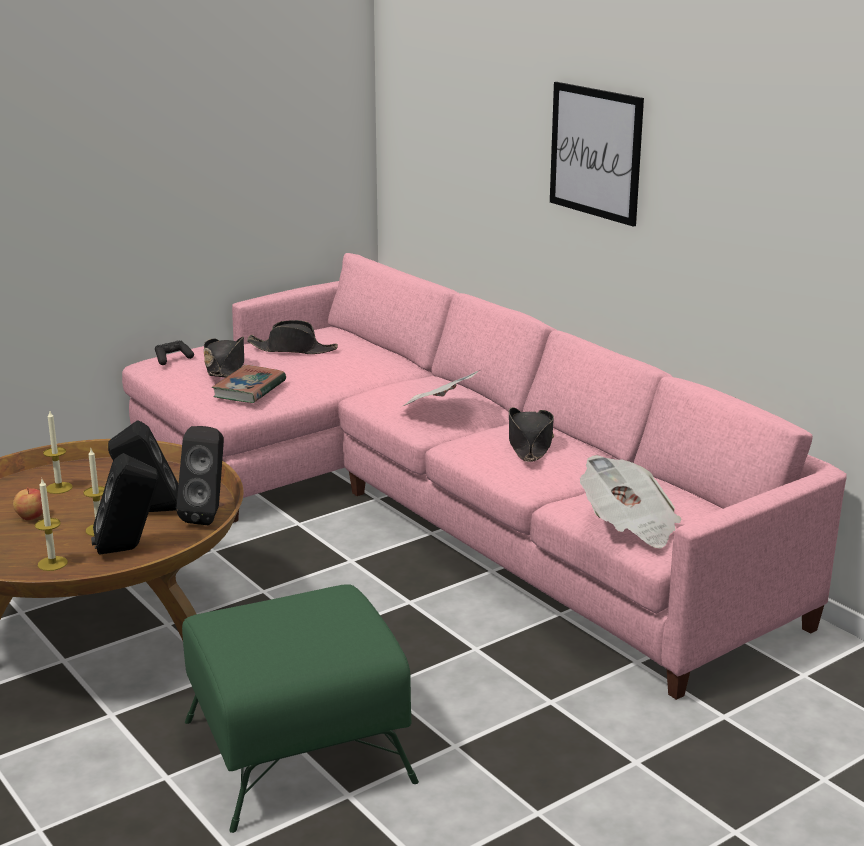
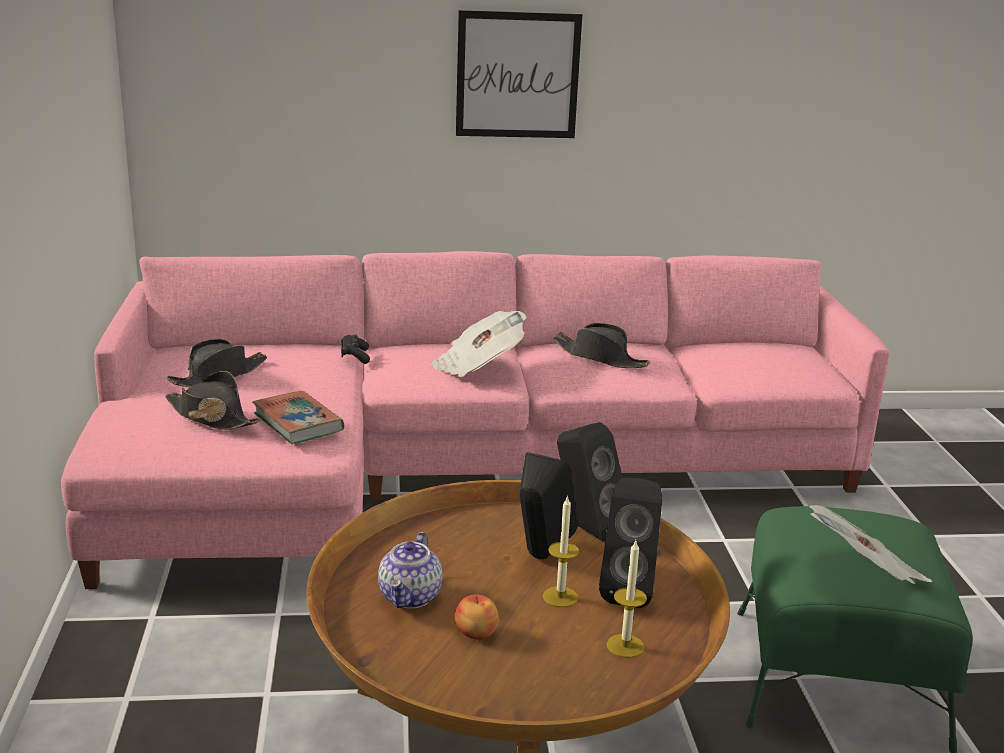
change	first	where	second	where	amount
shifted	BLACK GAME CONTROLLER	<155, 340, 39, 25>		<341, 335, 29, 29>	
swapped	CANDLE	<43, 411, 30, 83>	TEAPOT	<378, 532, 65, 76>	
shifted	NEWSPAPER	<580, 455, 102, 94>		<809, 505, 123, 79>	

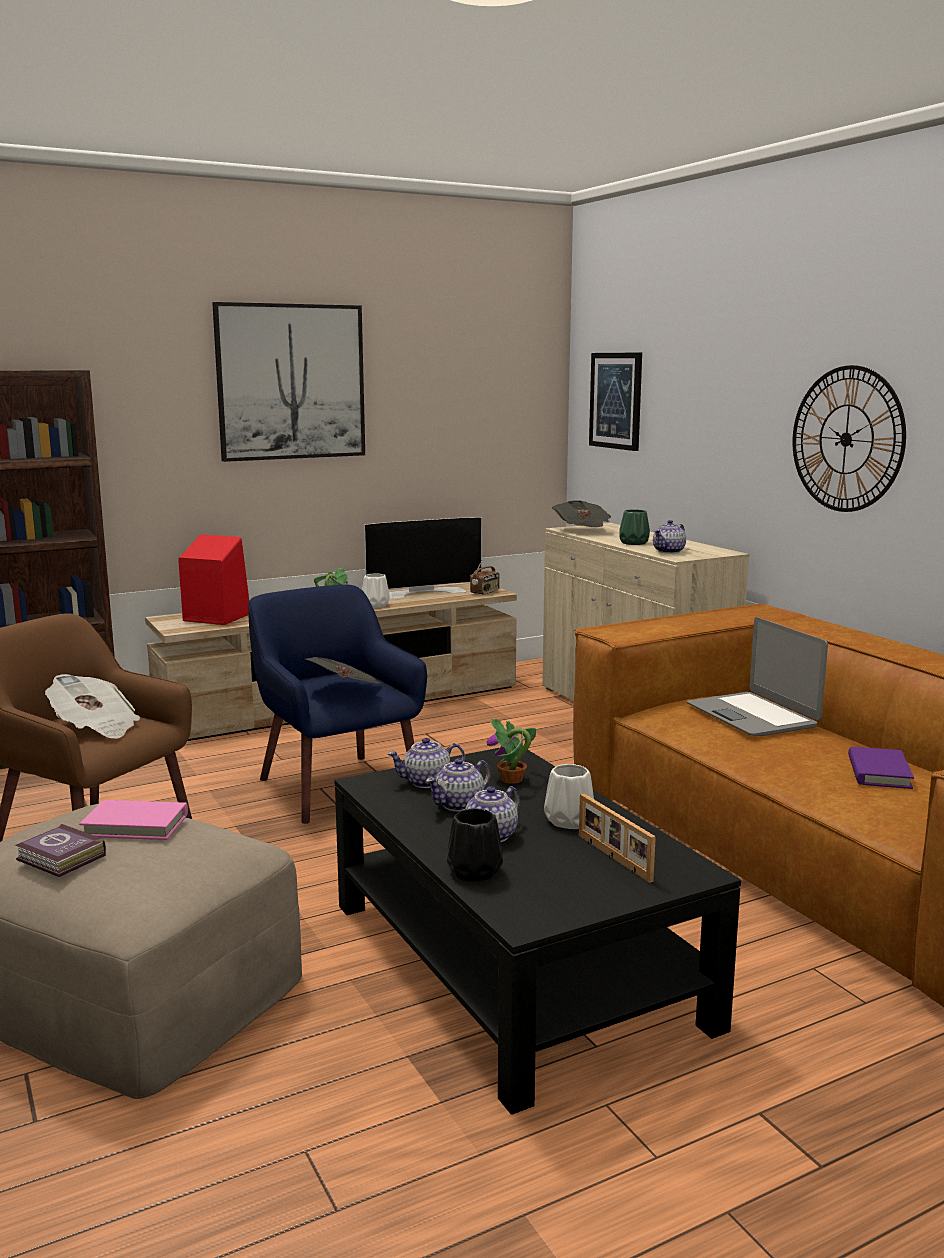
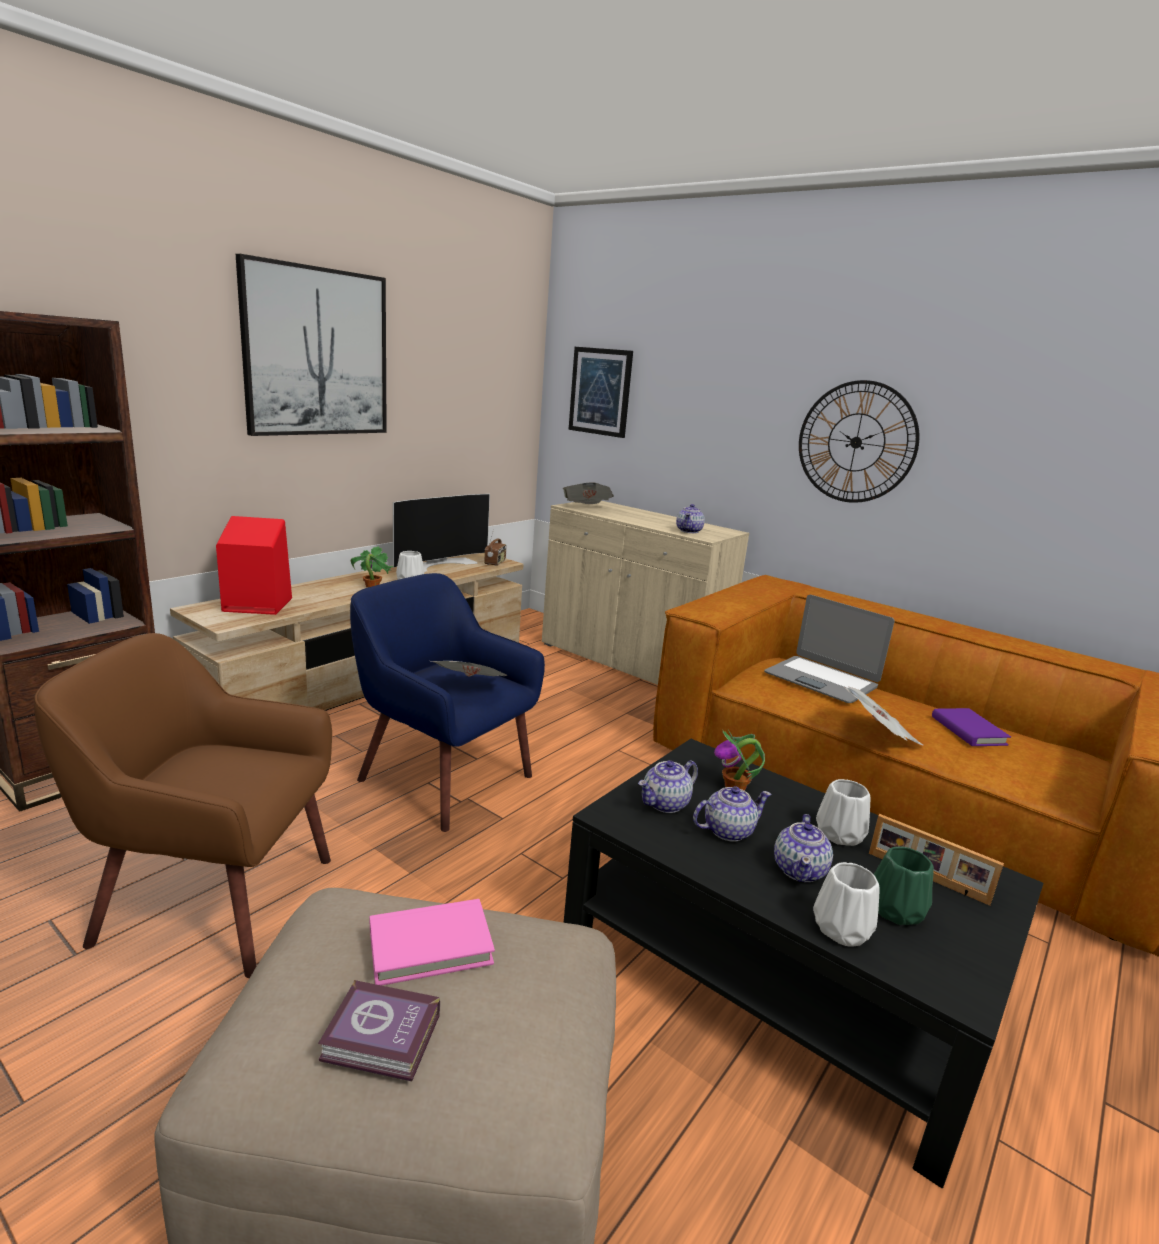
change	first	where	second	where	amount
shifted	GREEN VASE	<619, 509, 31, 36>		<874, 847, 60, 78>	
shifted	NEWSPAPER	<45, 674, 95, 65>		<844, 687, 79, 58>	
rotated	TEAPOT	<426, 758, 65, 54>		<693, 786, 79, 55>	135 degrees counterclockwise
repainted	BLACK VASE	<447, 808, 56, 74>	WHITE VASE	<813, 862, 67, 85>	

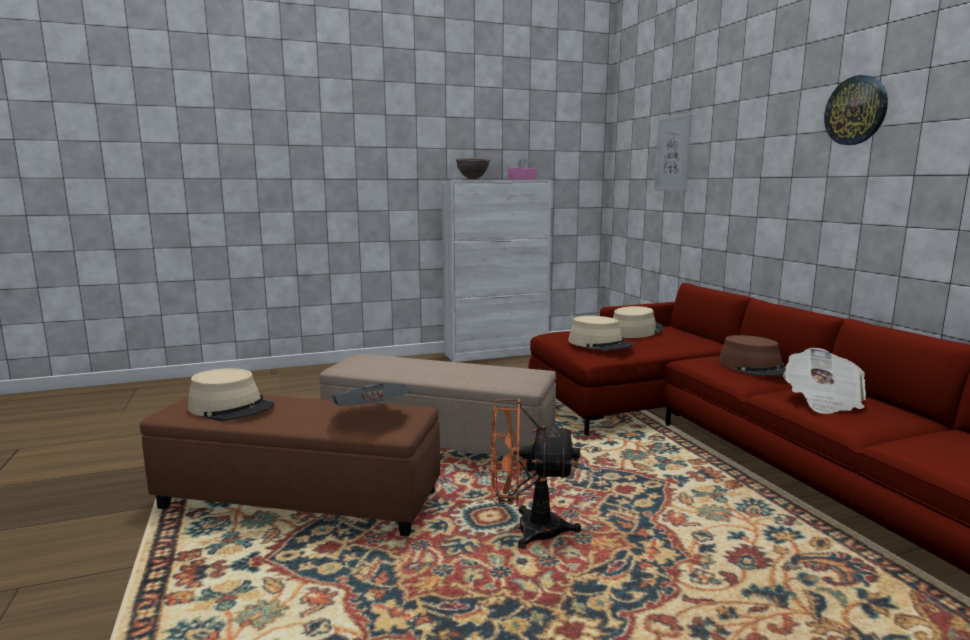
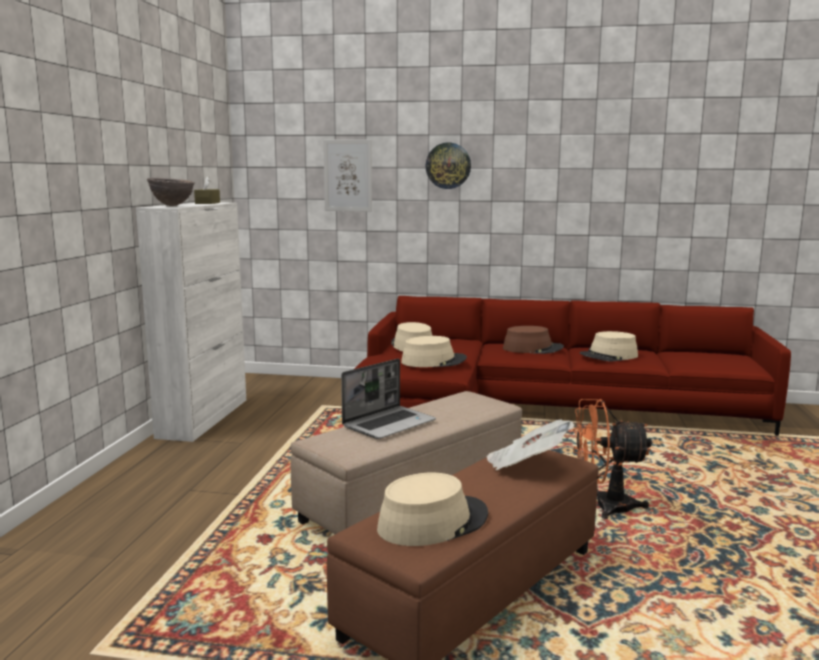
change	first	where	second	where	amount
shifted	WALL CLOCK	<824, 75, 64, 70>		<426, 142, 45, 47>	
repainted	PINK TISSUE BOX	<508, 157, 28, 23>	BROWN TISSUE BOX	<194, 176, 26, 28>	
swapped	NEWSPAPER	<783, 348, 83, 66>	BEIGE HAT	<580, 331, 58, 30>	
rotated	ORANGE FAN	<490, 399, 91, 150>		<573, 399, 79, 120>	60 degrees clockwise
new			LAPTOP	<341, 358, 95, 81>	

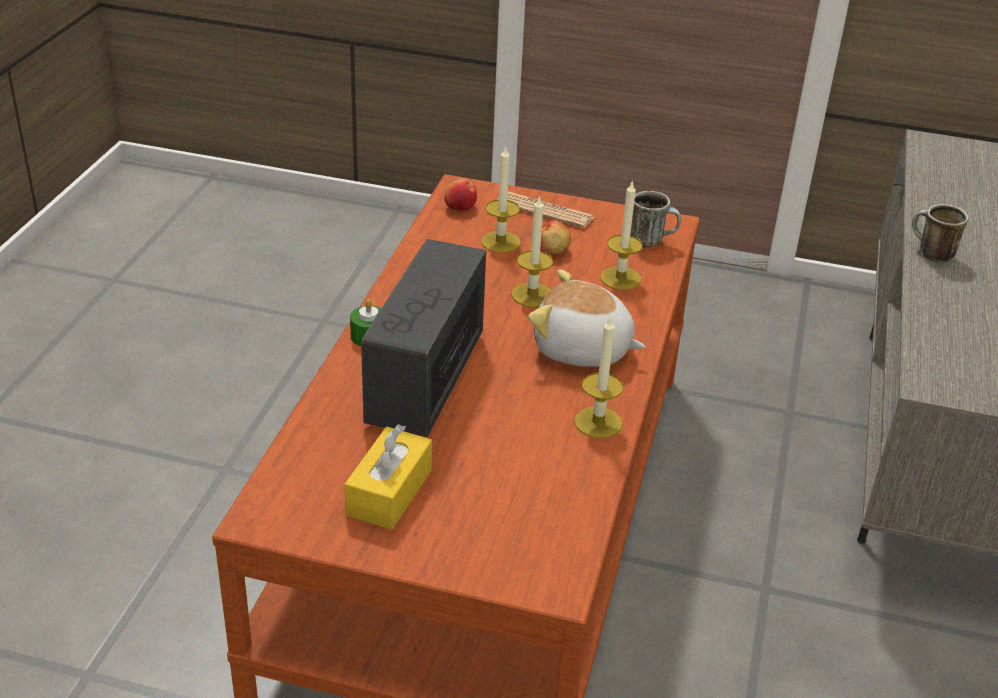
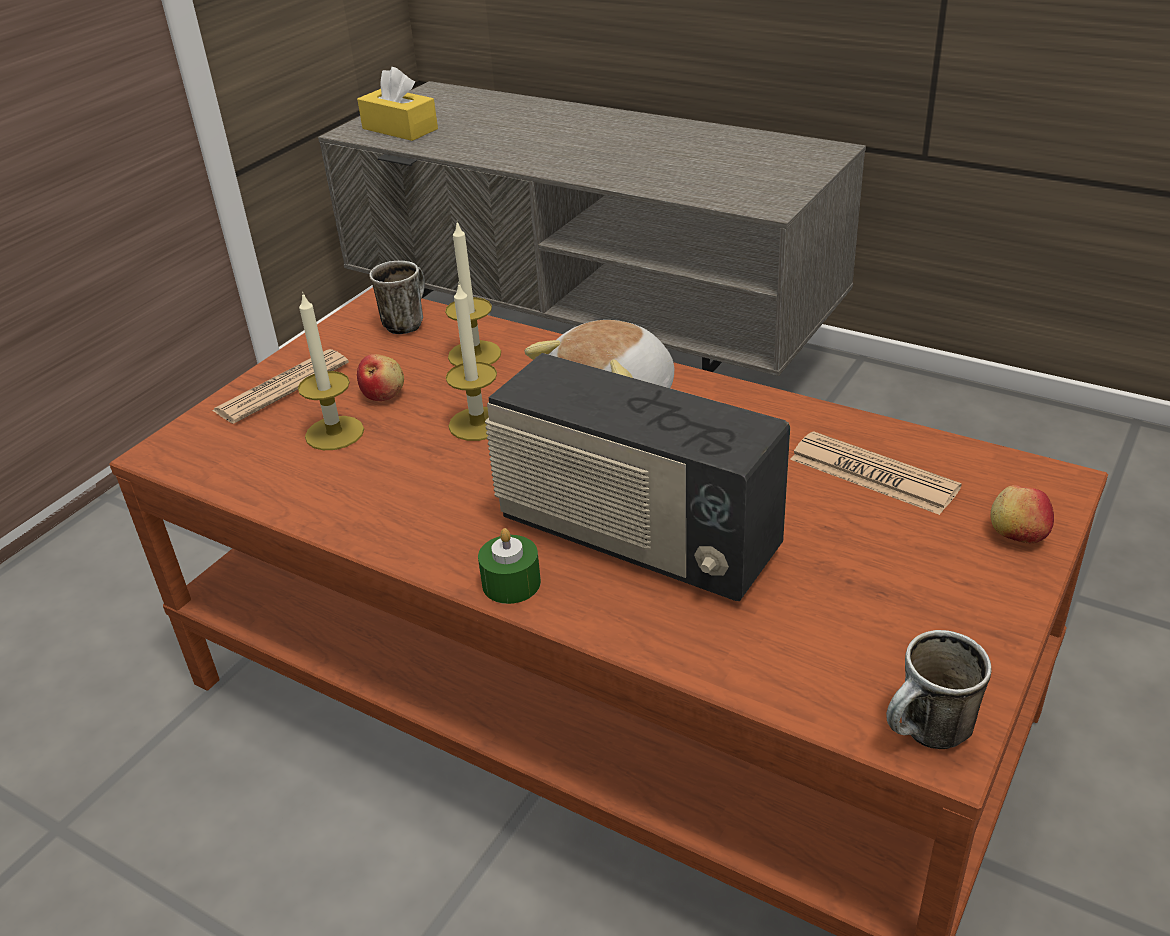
change	first	where	second	where	amount
shifted	APPLE	<444, 179, 33, 32>		<990, 485, 64, 58>	
shifted	MUG	<912, 204, 56, 59>		<886, 630, 106, 119>	
gone	CANDLE	<574, 316, 50, 122>			
shifted	YELLOW TISSUE BOX	<344, 424, 88, 106>		<357, 67, 81, 74>	
new			NEWSPAPER	<790, 431, 172, 84>	

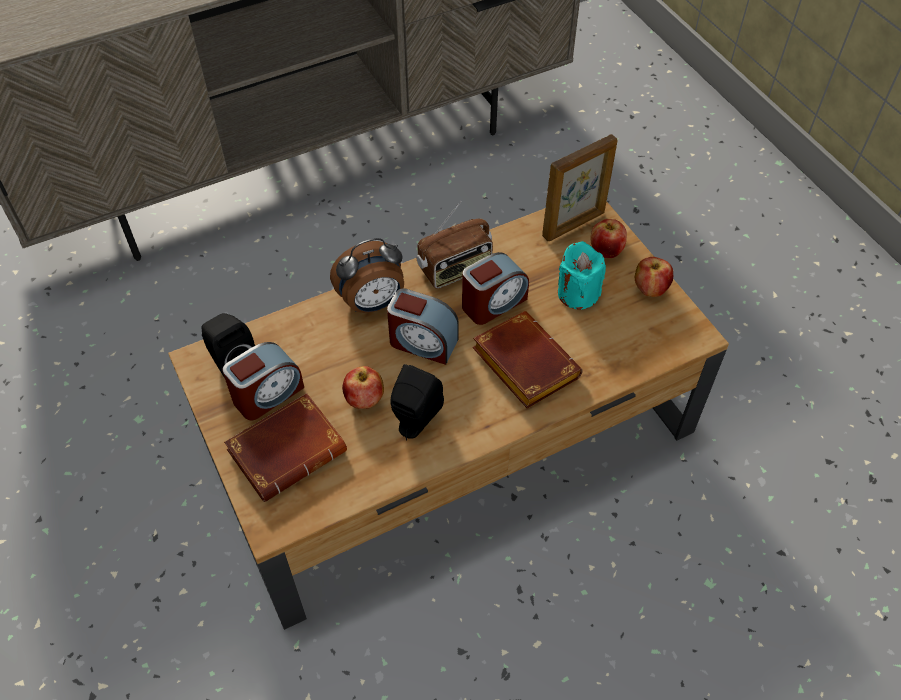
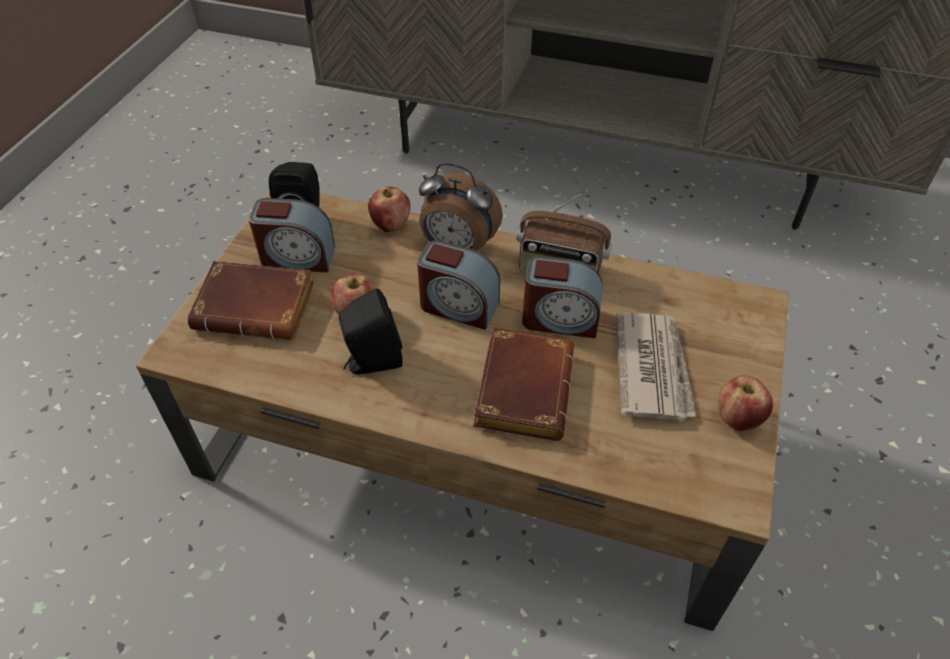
change	first	where	second	where	amount
gone	PICTURE FRAME	<542, 134, 76, 107>			
shifted	APPLE	<591, 219, 36, 39>		<368, 186, 43, 46>	
swapped	TURQUOISE CANDLE	<558, 241, 48, 69>	NEWSPAPER	<616, 313, 80, 108>	
rotated	ALARM CLOCK	<387, 288, 72, 77>		<417, 240, 83, 90>	45 degrees counterclockwise

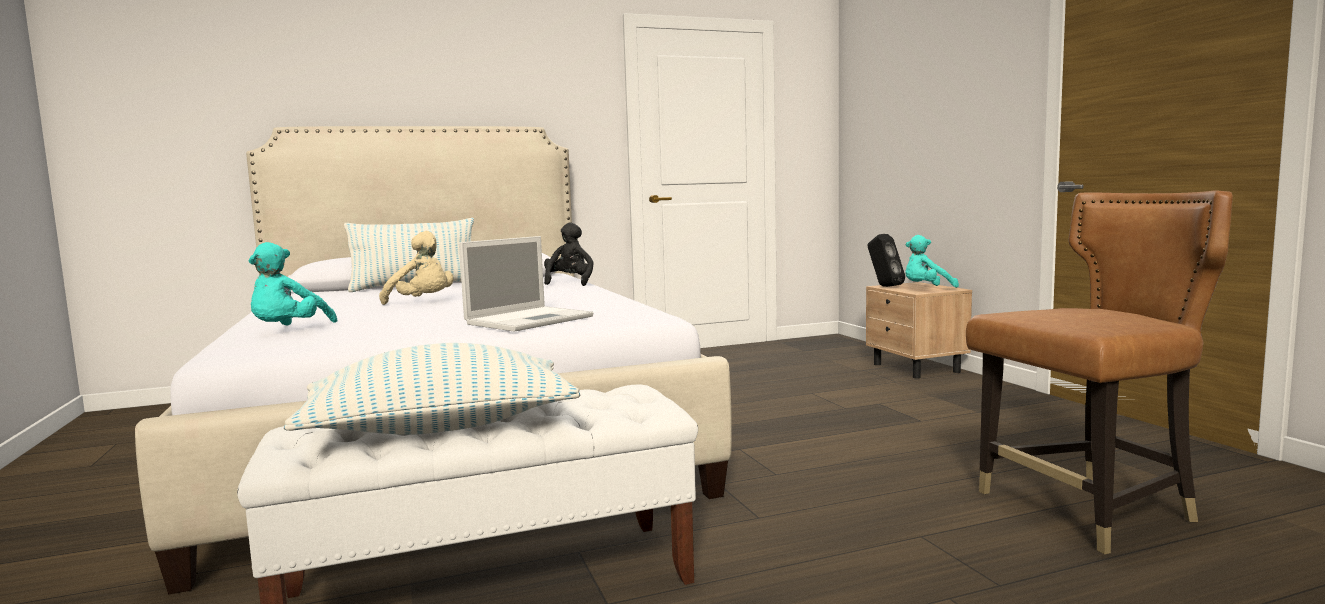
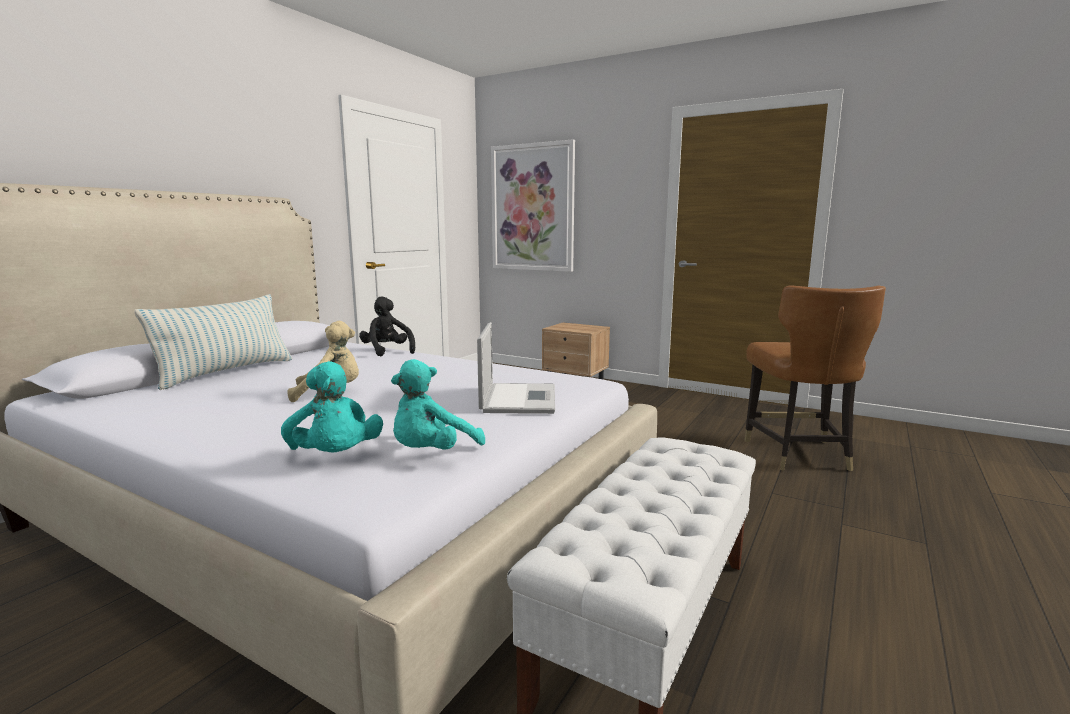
change	first	where	second	where	amount
rotated	BROWN CHAIR	<966, 190, 267, 364>		<744, 285, 142, 186>	150 degrees clockwise
gone	BLACK SPEAKER	<868, 234, 37, 53>			
shifted	TURQUOISE PLUSH TOY	<905, 235, 54, 53>		<391, 359, 94, 91>	
gone	PILLOW	<284, 343, 296, 92>			
new			PICTURE	<491, 139, 84, 133>	

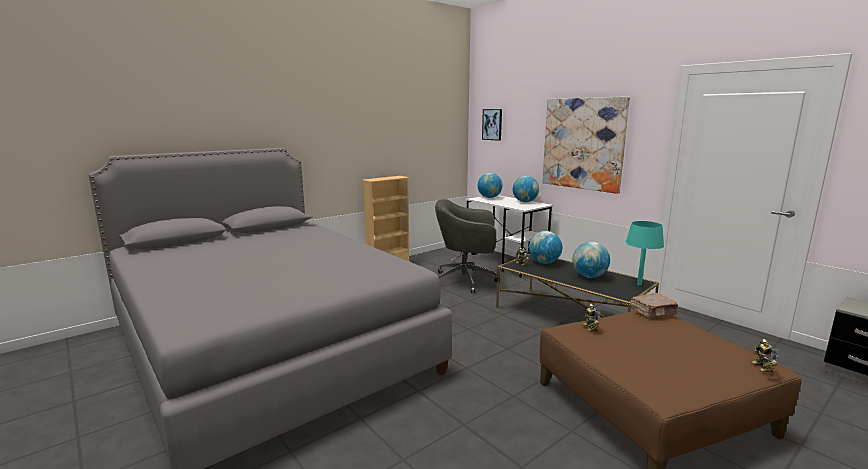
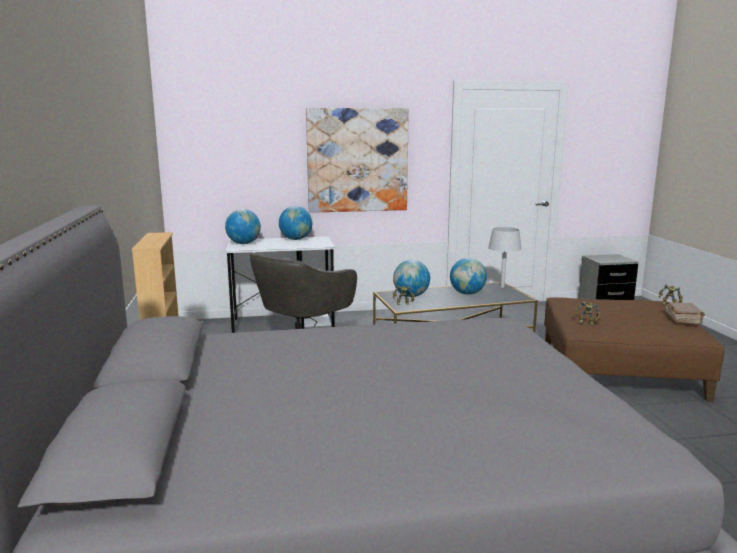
change	first	where	second	where	amount
gone	PICTURE	<482, 109, 20, 32>			
repainted	TURQUOISE TABLE LAMP	<626, 221, 38, 65>	GREY TABLE LAMP	<488, 227, 34, 61>	
shifted	BROWN BOOK	<631, 293, 47, 25>		<665, 302, 40, 23>	

